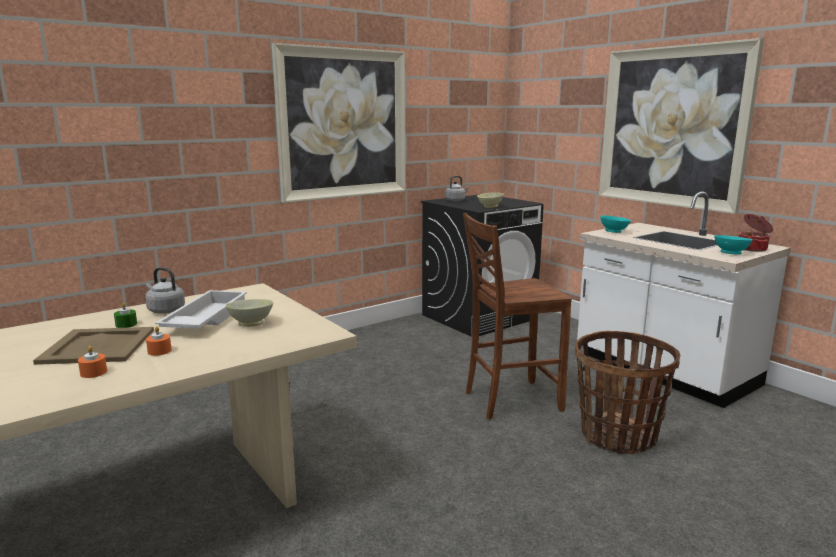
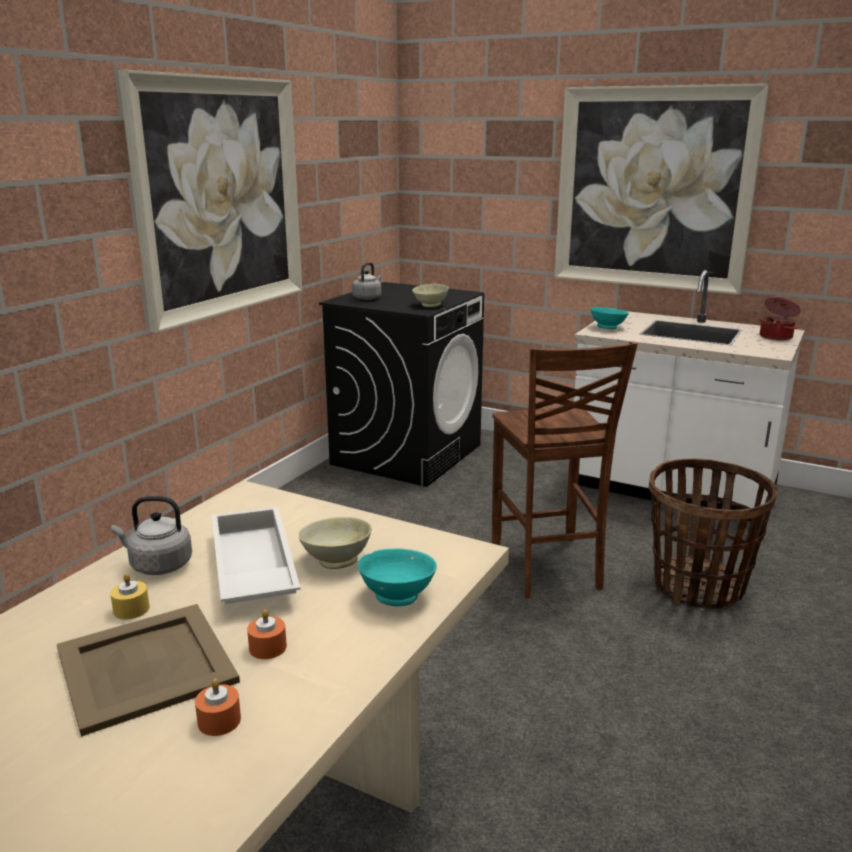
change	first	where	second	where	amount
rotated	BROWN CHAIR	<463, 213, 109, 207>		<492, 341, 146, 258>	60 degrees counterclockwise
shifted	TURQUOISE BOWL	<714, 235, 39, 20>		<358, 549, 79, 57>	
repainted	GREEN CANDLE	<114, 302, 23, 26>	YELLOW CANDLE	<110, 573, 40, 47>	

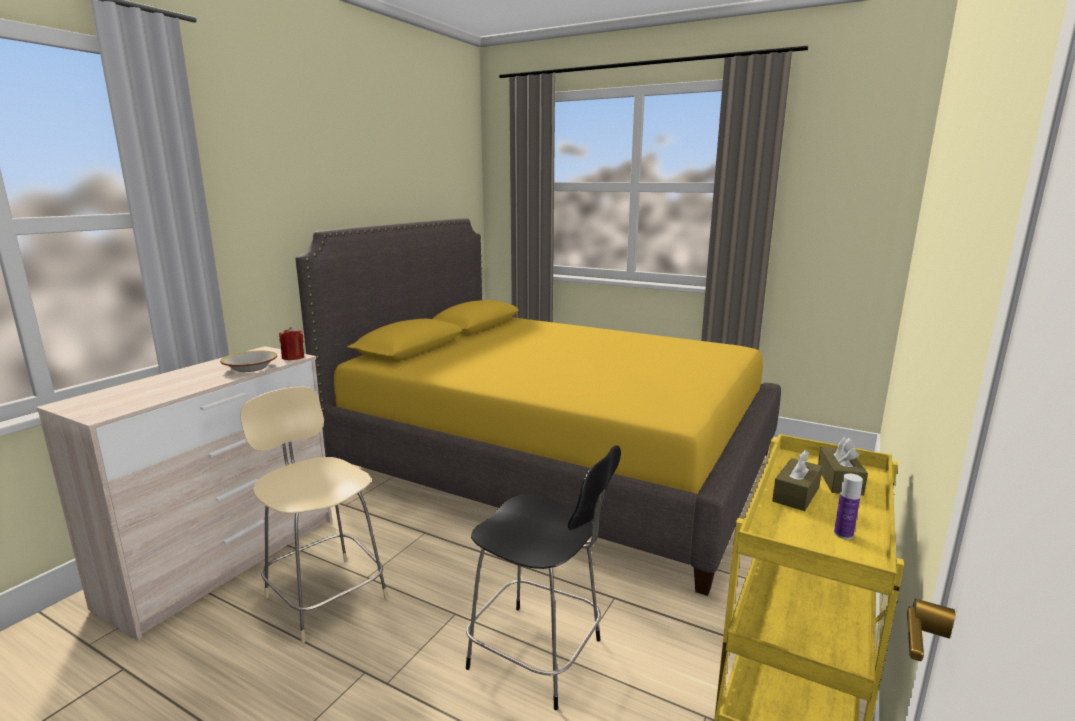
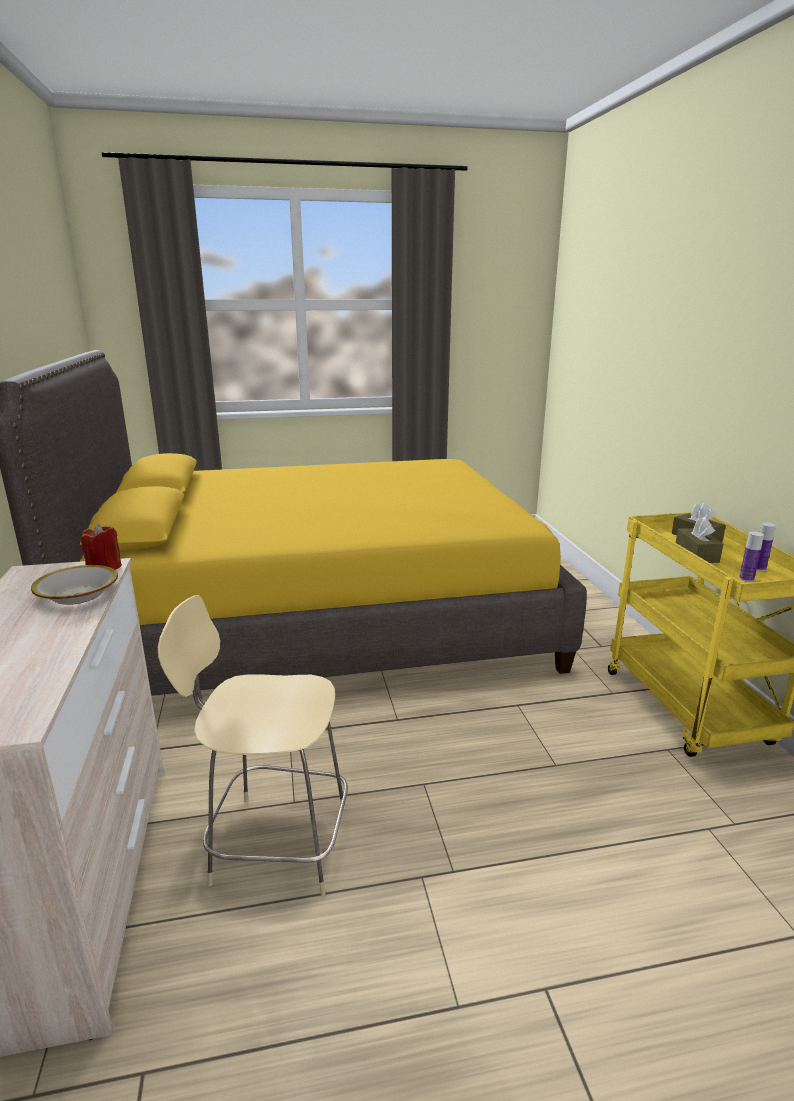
change	first	where	second	where	amount
gone	BLACK CHAIR	<466, 445, 155, 265>			
new			BOTTLE	<739, 531, 25, 51>	

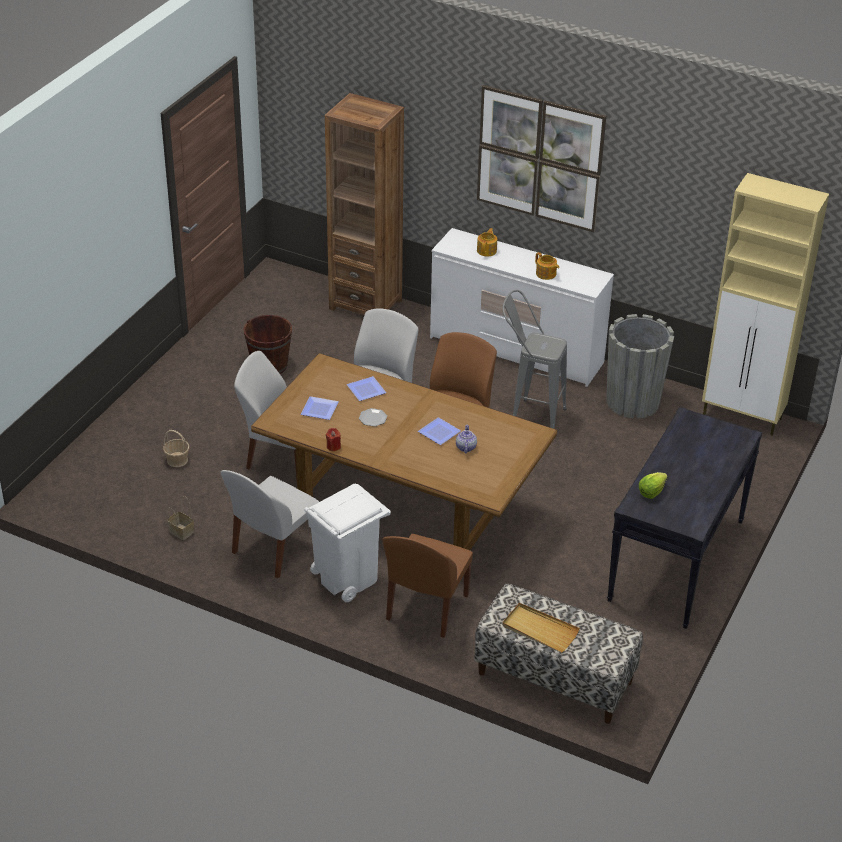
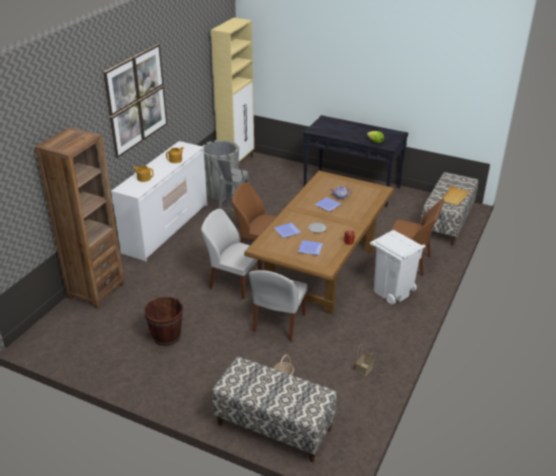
change	first	where	second	where	amount
gone	WHITE CHAIR	<220, 470, 99, 108>			
new			BENCH	<212, 357, 125, 105>	

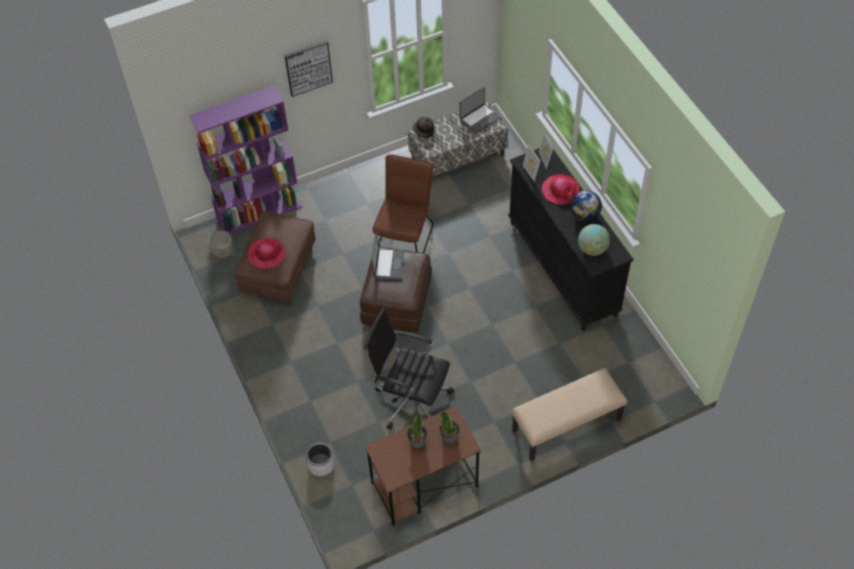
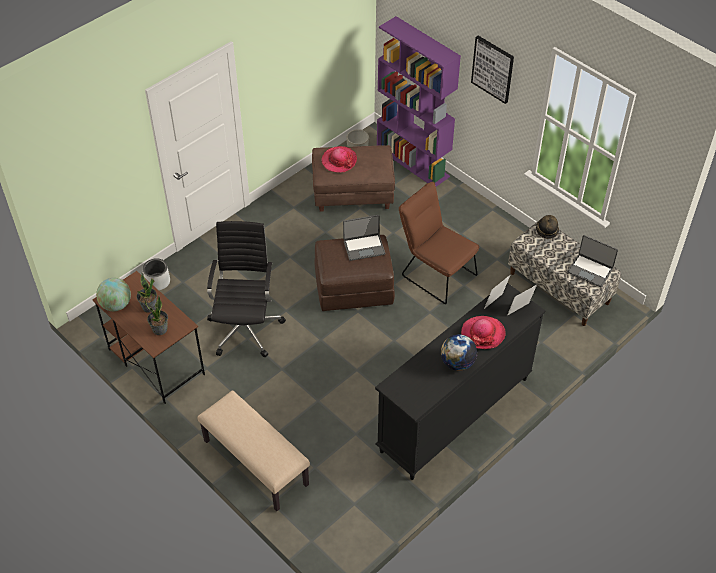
change	first	where	second	where	amount
rotated	BROWN CHAIR	<372, 155, 62, 98>		<399, 182, 80, 122>	135 degrees counterclockwise
shifted	GLOBE	<578, 224, 32, 32>		<96, 278, 35, 33>	

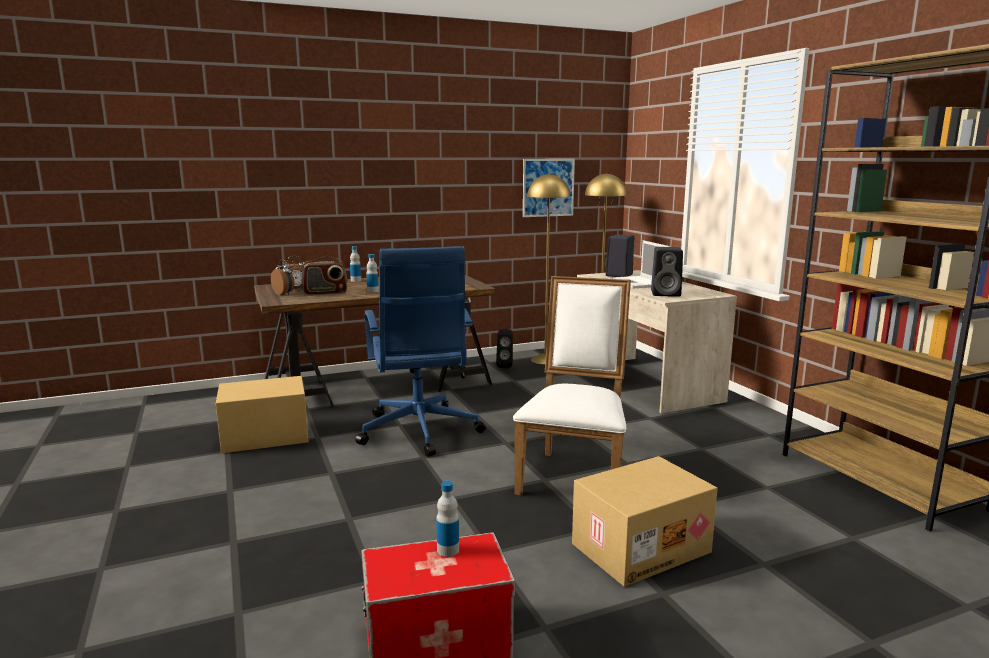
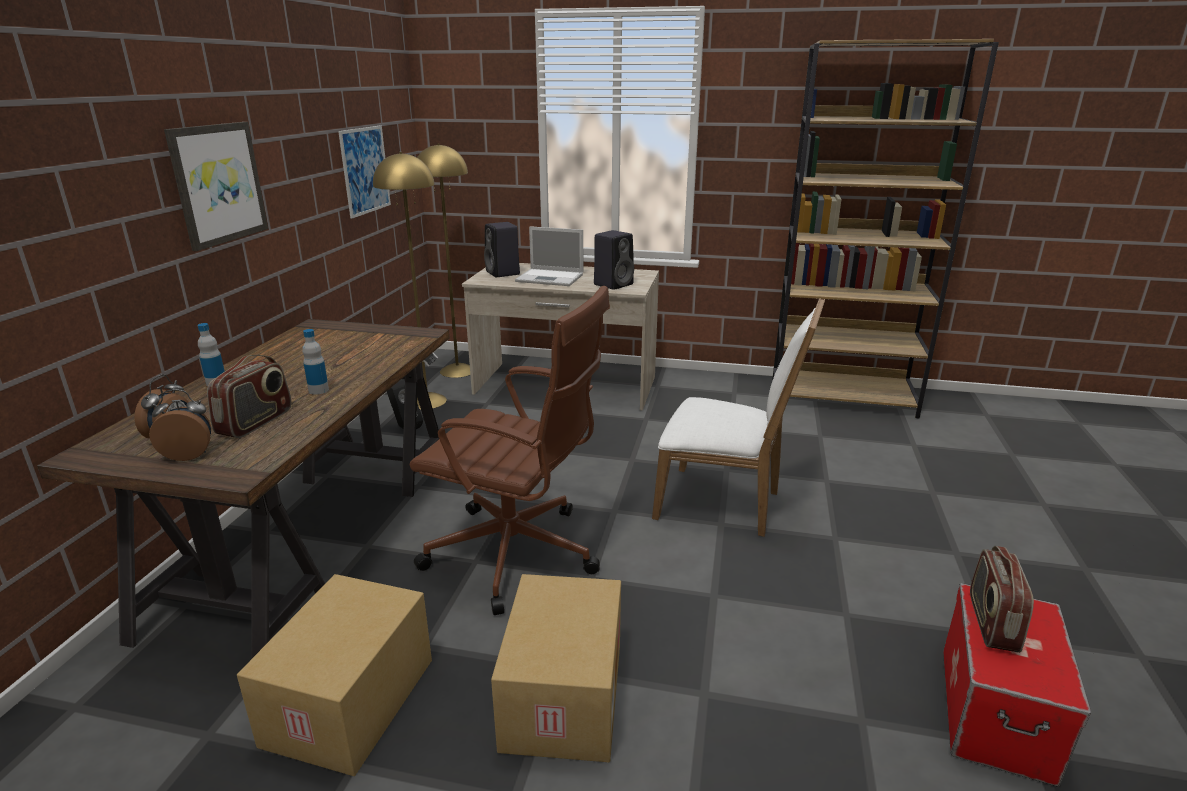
change	first	where	second	where	amount
repainted	BLUE OFFICE CHAIR	<356, 246, 130, 211>	BROWN OFFICE CHAIR	<410, 286, 200, 329>	
rotated	WHITE CHAIR	<513, 276, 118, 220>		<652, 298, 173, 239>	150 degrees clockwise
shifted	CARDBOARD BOX	<572, 456, 146, 131>		<491, 574, 130, 188>	
swapped	BOTTLE	<436, 481, 23, 76>	RADIO	<970, 546, 64, 107>	
new			PICTURE	<164, 122, 104, 129>	

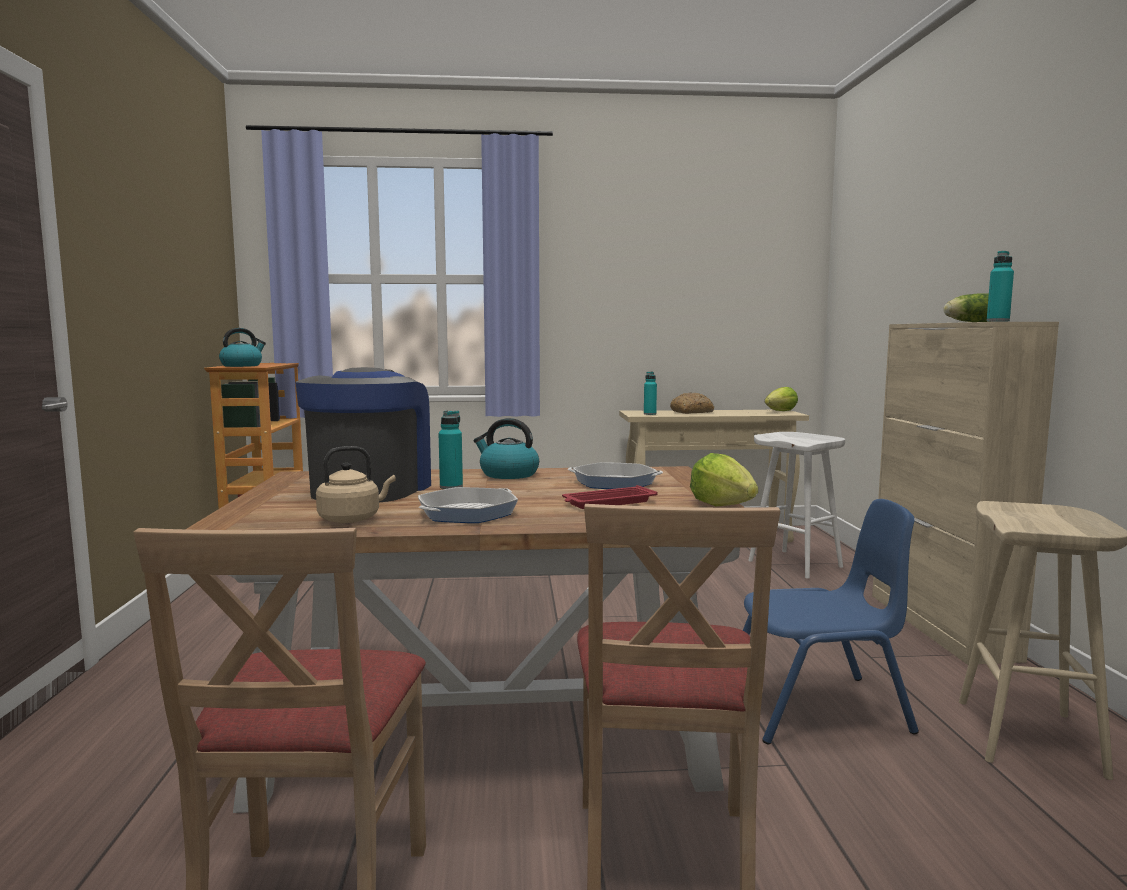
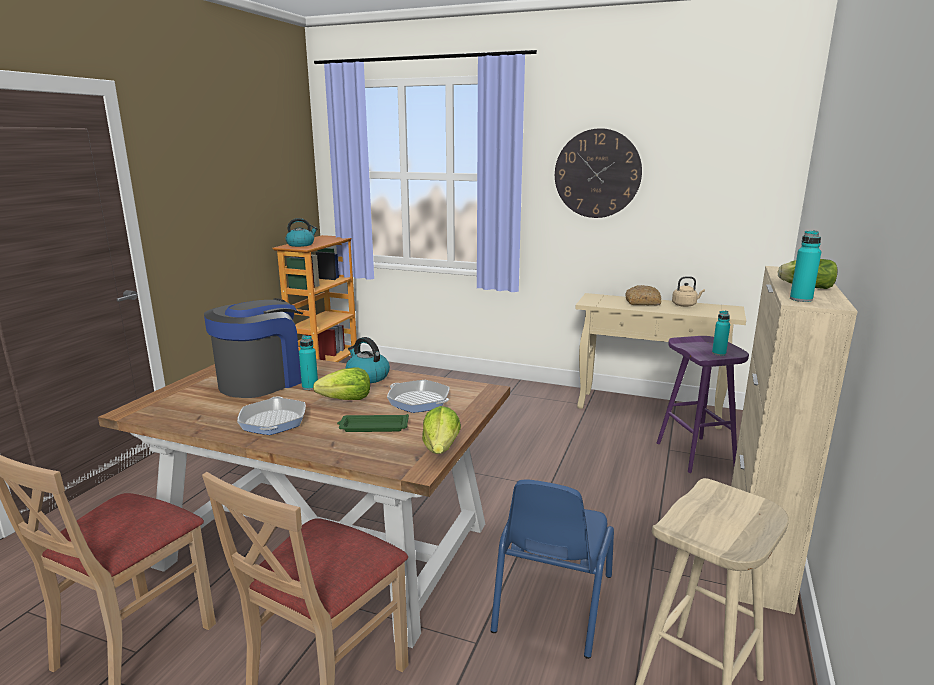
change	first	where	second	where	amount
shifted	TURQUOISE BOTTLE	<644, 372, 13, 43>		<712, 311, 18, 45>	
shifted	LETTUCE	<765, 387, 33, 24>		<313, 368, 57, 32>	
repainted	WHITE STOOL	<748, 432, 97, 147>	PURPLE STOOL	<657, 336, 92, 137>	
shifted	BEIGE KETTLE	<316, 446, 80, 77>		<672, 276, 33, 31>	
repainted	RED TRAY	<562, 485, 96, 24>	GREEN TRAY	<337, 414, 72, 18>	
rotated	FRYING PAN	<418, 487, 100, 36>		<237, 396, 69, 39>	105 degrees clockwise
rotated	BLUE CHAIR	<743, 499, 176, 246>		<491, 480, 123, 179>	90 degrees clockwise
new			WALL CLOCK	<555, 128, 87, 90>	

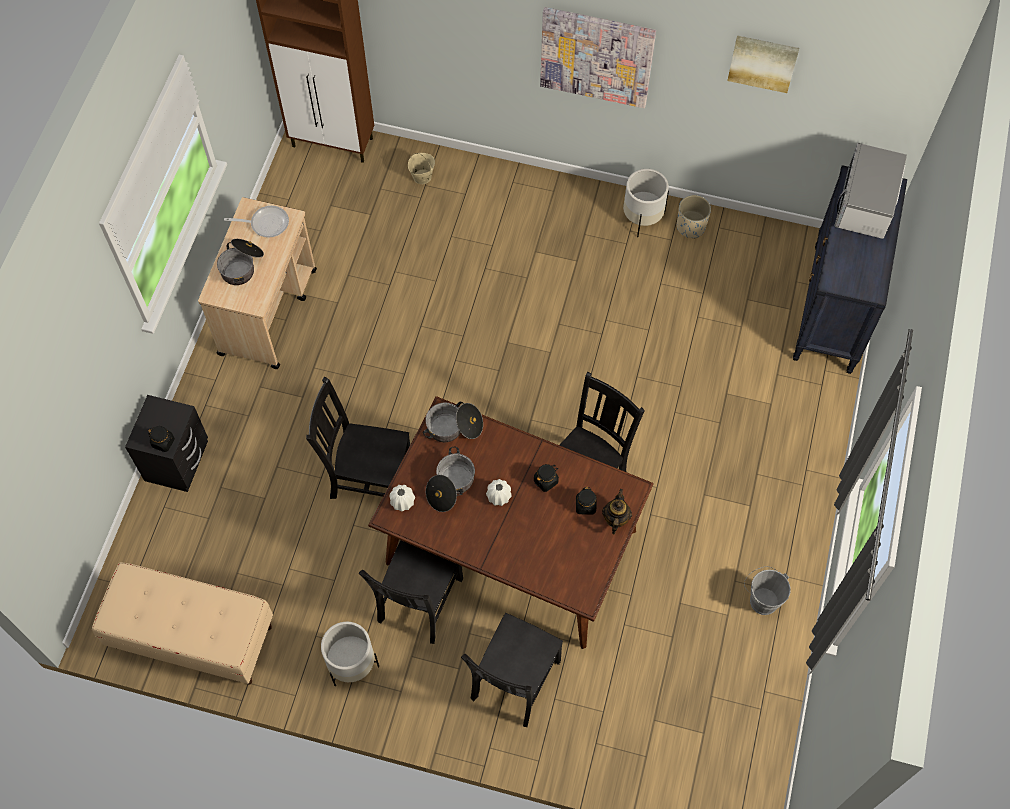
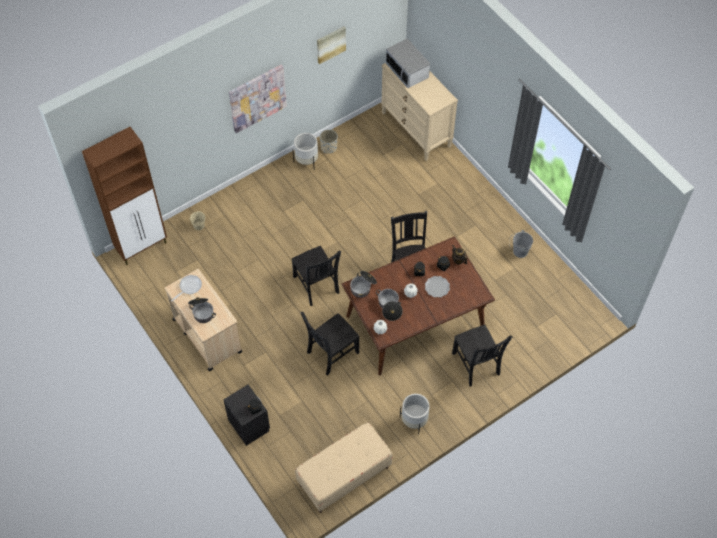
change	first	where	second	where	amount
repainted	BLACK DRESSER	<793, 165, 114, 209>	BEIGE DRESSER	<381, 63, 77, 98>	
shifted	BLACK CHAIR	<359, 540, 104, 104>		<292, 246, 49, 60>	
new			PLATE	<425, 276, 25, 21>	

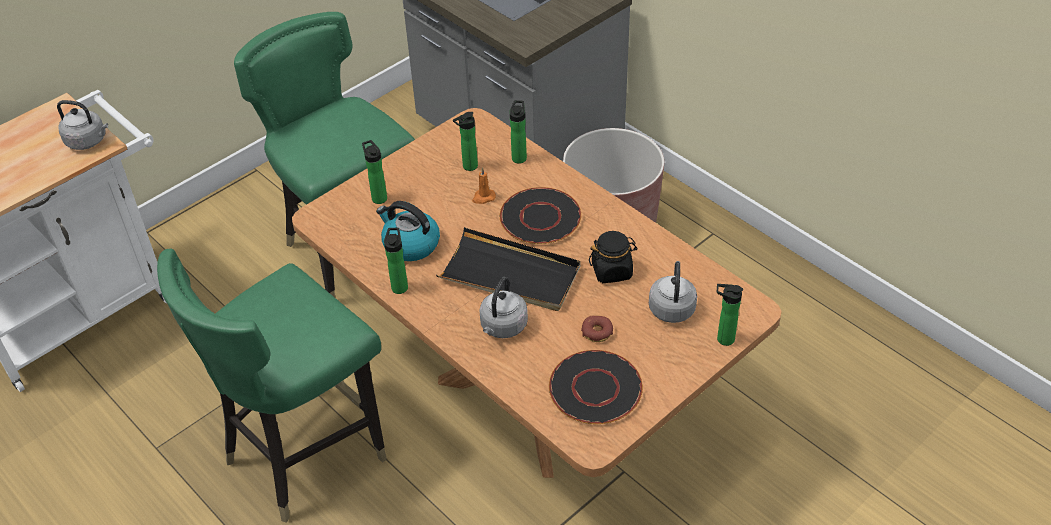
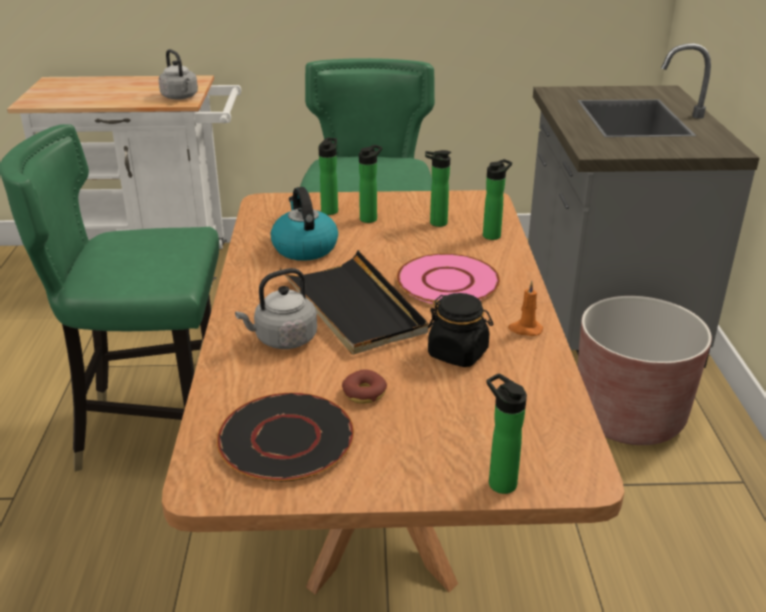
change	first	where	second	where	amount
shifted	ORANGE CANDLE	<472, 168, 24, 36>		<508, 281, 35, 55>	
repainted	BLACK PLATE	<500, 187, 81, 57>	PINK PLATE	<397, 254, 103, 50>	
shifted	BOTTLE	<384, 228, 24, 66>		<359, 145, 23, 78>	
gone	GREY KETTLE	<649, 261, 48, 62>			

